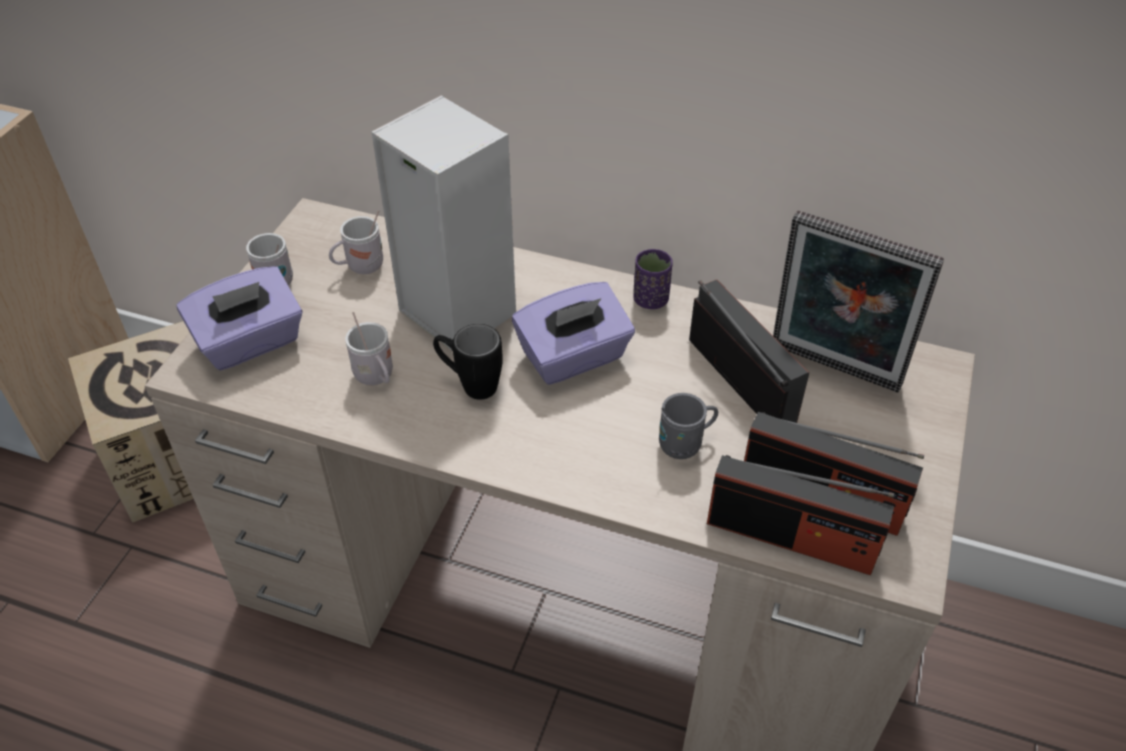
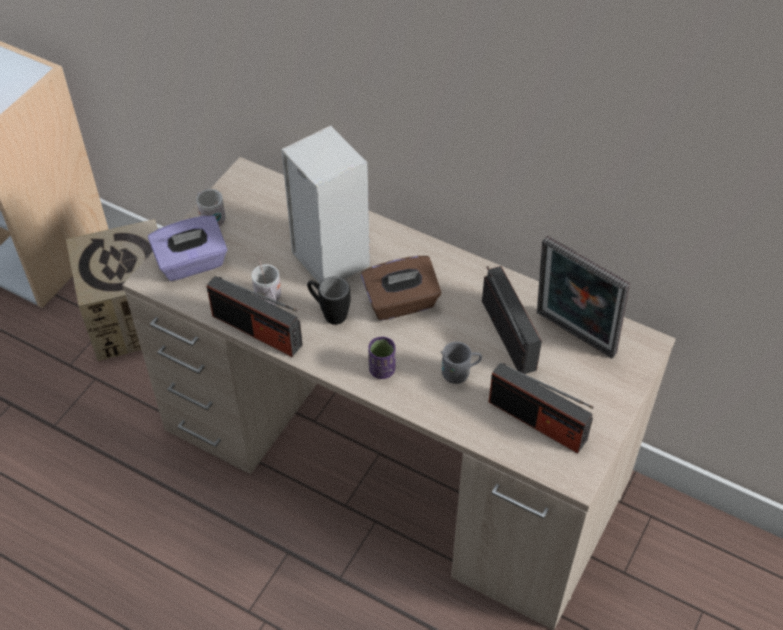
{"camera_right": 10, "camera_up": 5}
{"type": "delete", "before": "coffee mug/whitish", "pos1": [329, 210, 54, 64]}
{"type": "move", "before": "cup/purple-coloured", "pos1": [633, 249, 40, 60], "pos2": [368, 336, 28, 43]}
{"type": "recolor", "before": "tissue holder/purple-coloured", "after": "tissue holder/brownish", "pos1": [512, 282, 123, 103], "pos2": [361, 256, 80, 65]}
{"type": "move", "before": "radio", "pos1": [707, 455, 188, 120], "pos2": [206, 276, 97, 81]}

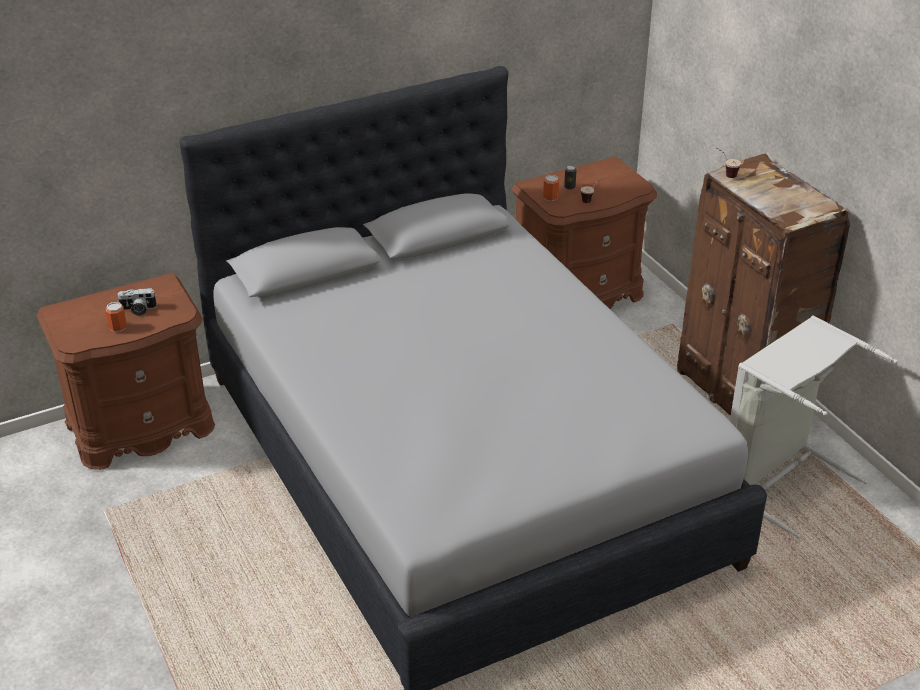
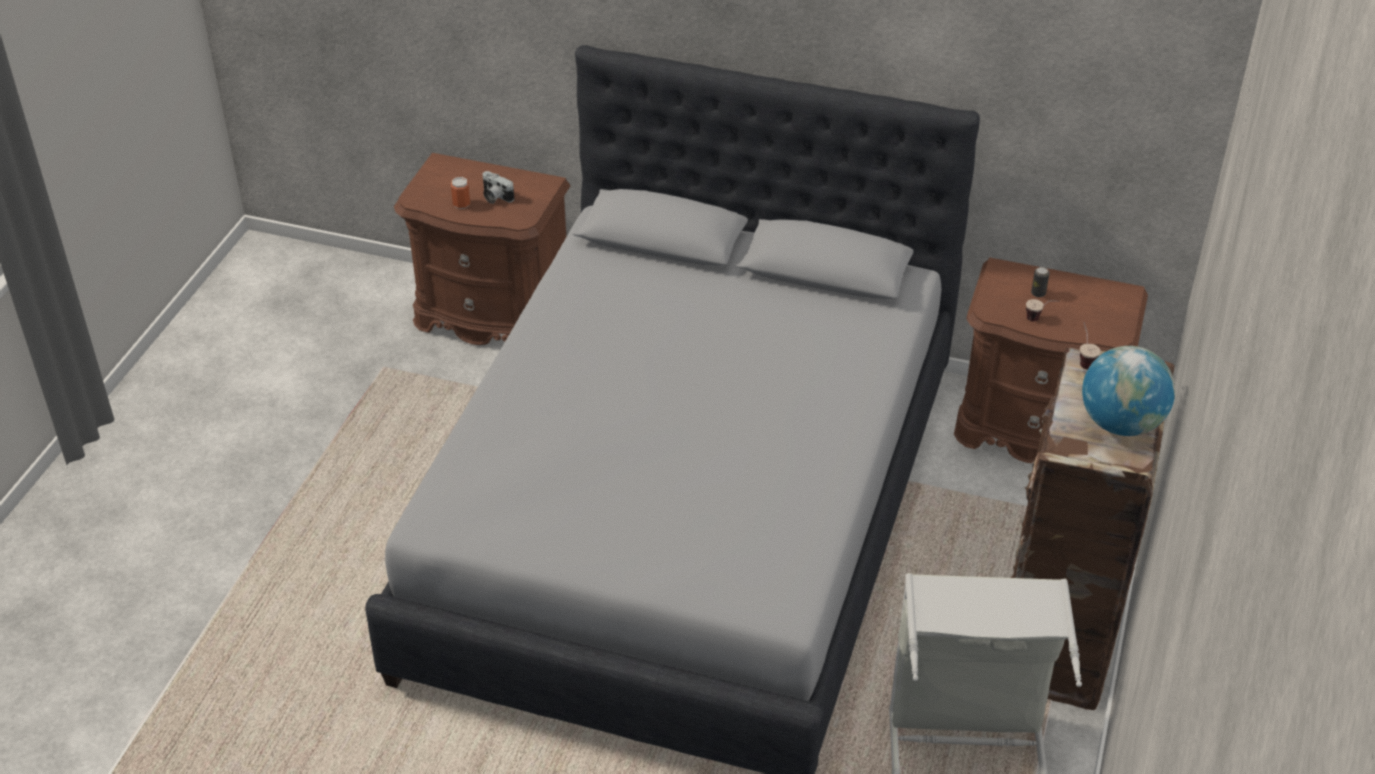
{"camera_right": 45, "camera_up": 5}
{"type": "delete", "before": "sealed can", "pos1": [543, 175, 16, 26]}
{"type": "insert", "after": "world globe", "pos2": [1082, 346, 93, 90]}

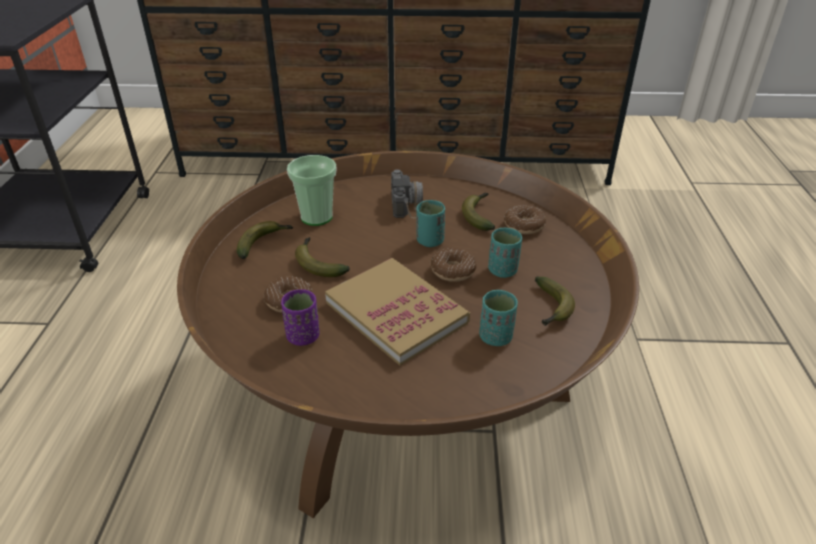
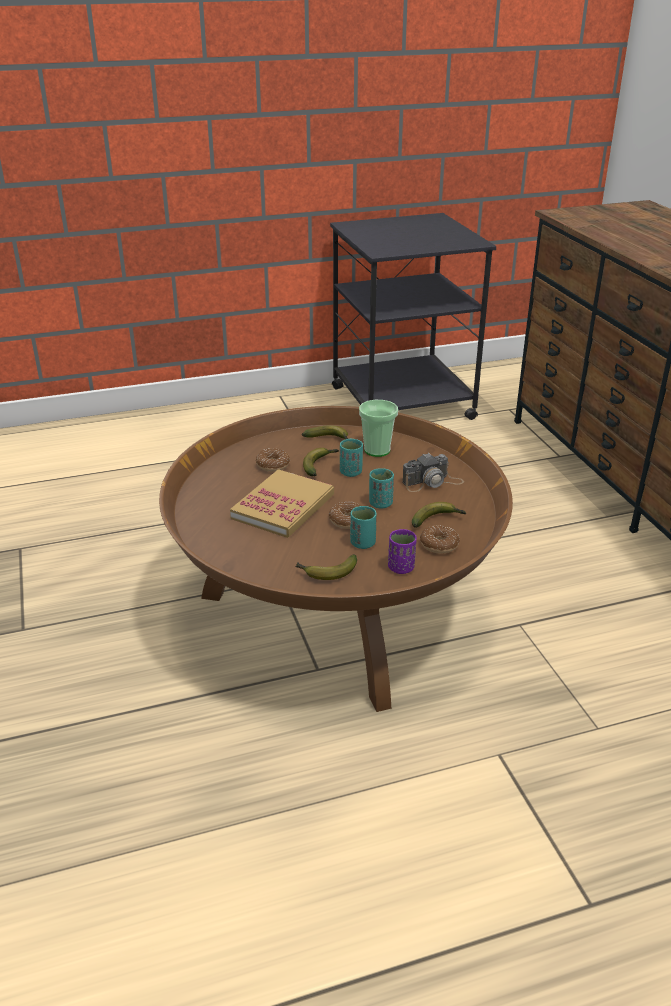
{"camera_right": 70, "camera_up": -5}
{"type": "move", "before": "cup/purple-coloured", "pos1": [281, 289, 39, 57], "pos2": [388, 529, 29, 45]}
{"type": "move", "before": "cup/turquoise", "pos1": [479, 290, 39, 56], "pos2": [340, 438, 23, 39]}

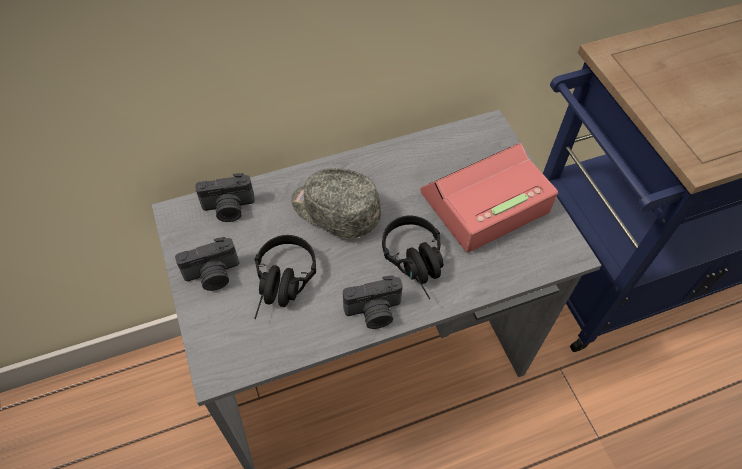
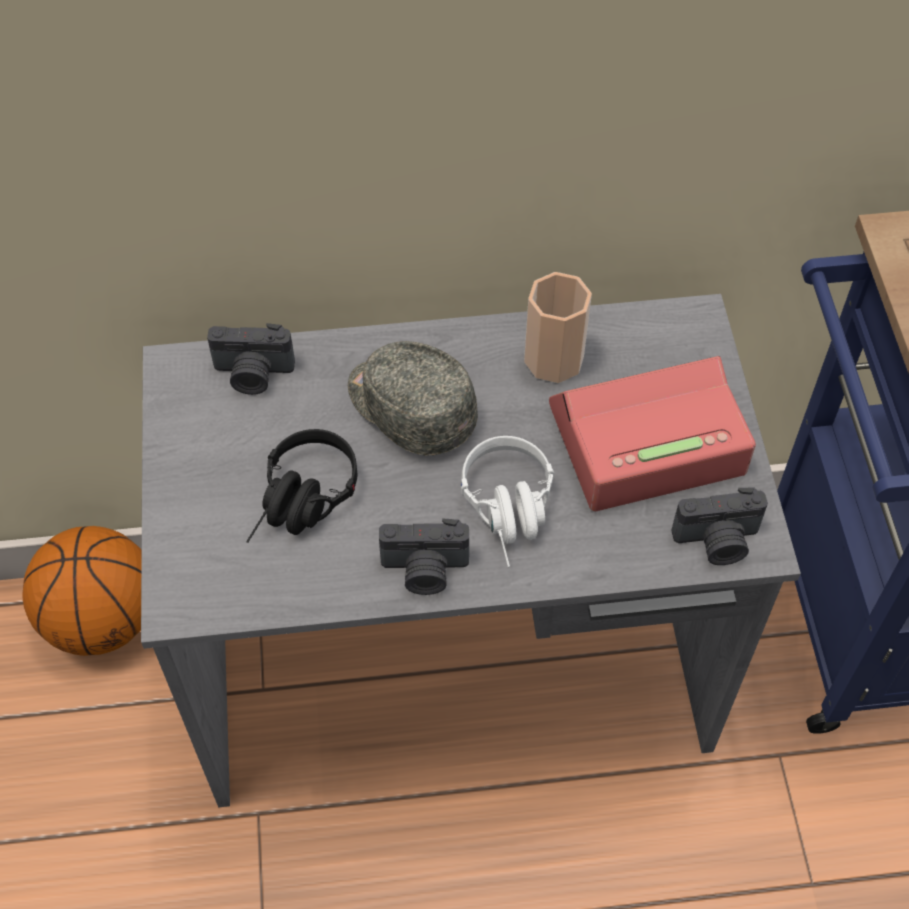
{"camera_right": 15, "camera_up": 0}
{"type": "recolor", "before": "pair of headphones/black-coloured", "after": "pair of headphones/whitish", "pos1": [382, 216, 62, 84], "pos2": [461, 436, 93, 132]}
{"type": "move", "before": "still camera", "pos1": [175, 237, 64, 54], "pos2": [671, 488, 97, 77]}
{"type": "insert", "after": "cup", "pos2": [524, 272, 68, 111]}
{"type": "insert", "after": "basketball ball", "pos2": [22, 526, 120, 130]}

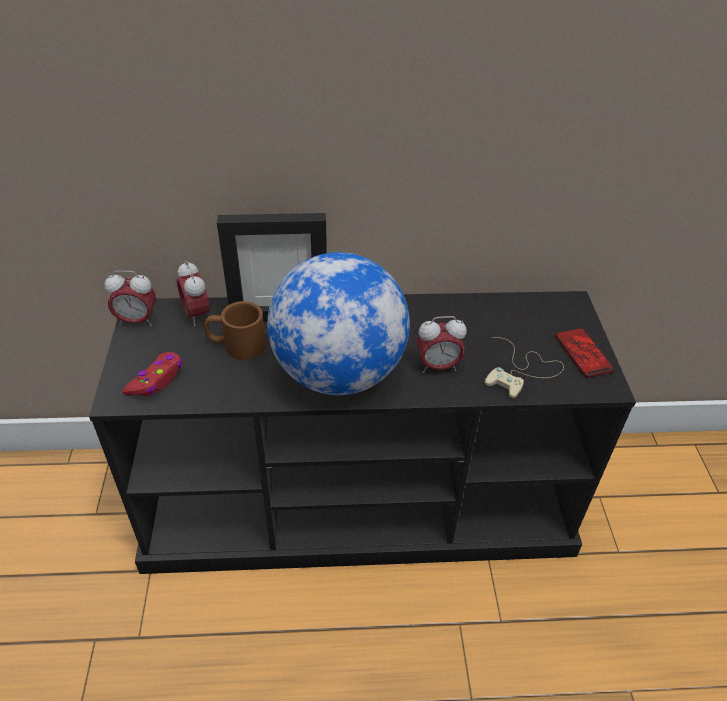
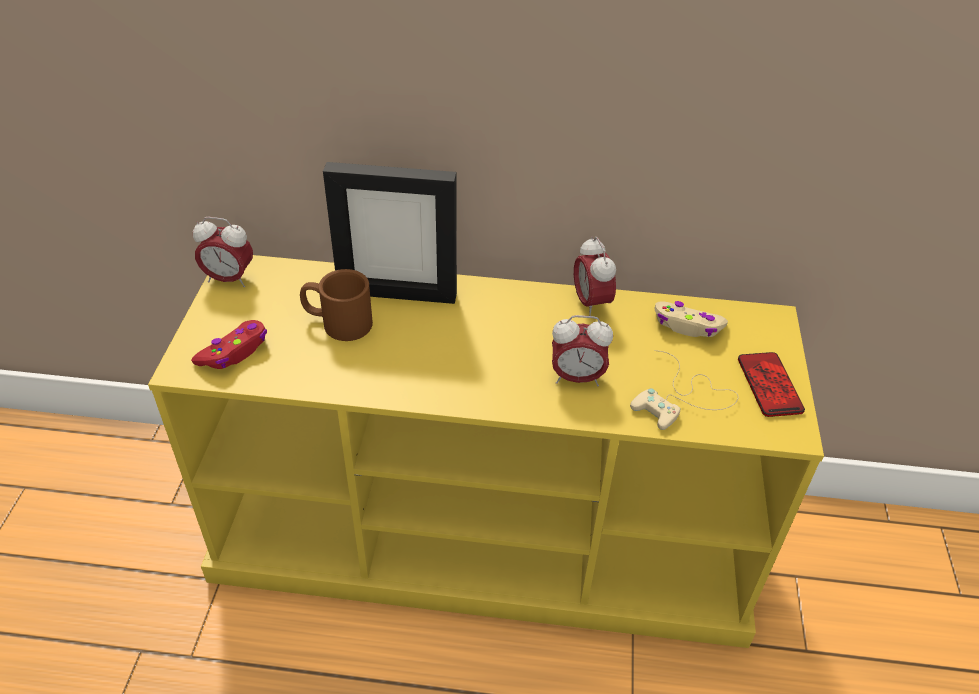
{"camera_right": 10, "camera_up": 0}
{"type": "delete", "before": "world globe", "pos1": [267, 252, 143, 143]}
{"type": "move", "before": "table clock", "pos1": [177, 261, 33, 65], "pos2": [574, 236, 42, 80]}
{"type": "recolor", "before": "tv unit/black-coloured", "after": "tv unit/yellow", "pos1": [89, 291, 547, 283], "pos2": [148, 255, 676, 393]}
{"type": "insert", "after": "joypad/beige-coloured", "pos2": [655, 301, 73, 36]}

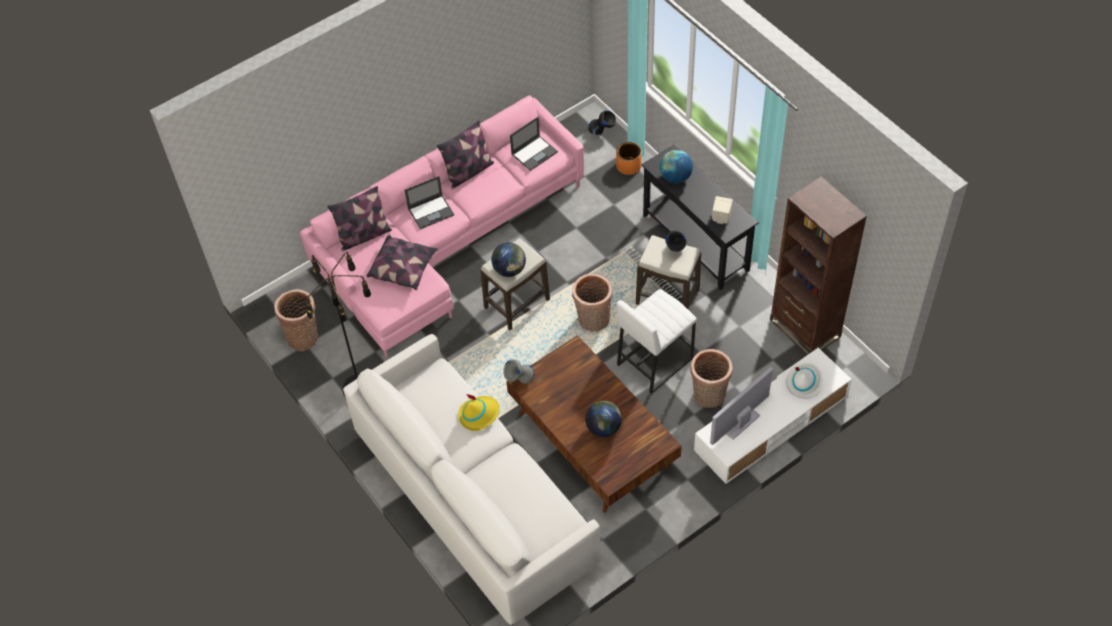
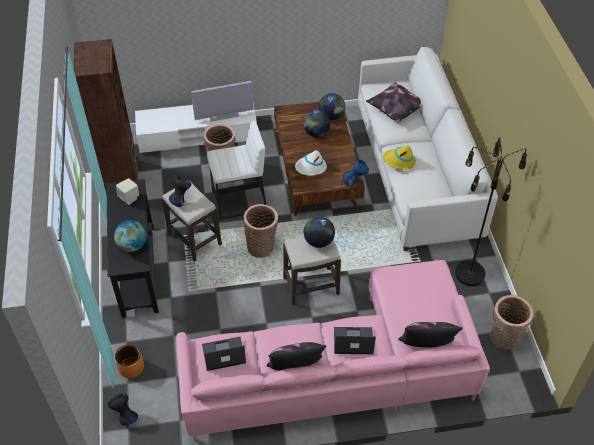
{"camera_right": -155, "camera_up": -5}
{"type": "move", "before": "cushion", "pos1": [367, 234, 71, 56], "pos2": [366, 82, 55, 41]}
{"type": "recolor", "before": "decorative vase/greyish", "after": "decorative vase/bluish", "pos1": [503, 360, 31, 24], "pos2": [343, 160, 26, 25]}
{"type": "move", "before": "clothing hat/whitish", "pos1": [785, 362, 38, 37], "pos2": [295, 150, 32, 26]}
{"type": "insert", "after": "world globe", "pos2": [319, 93, 26, 27]}

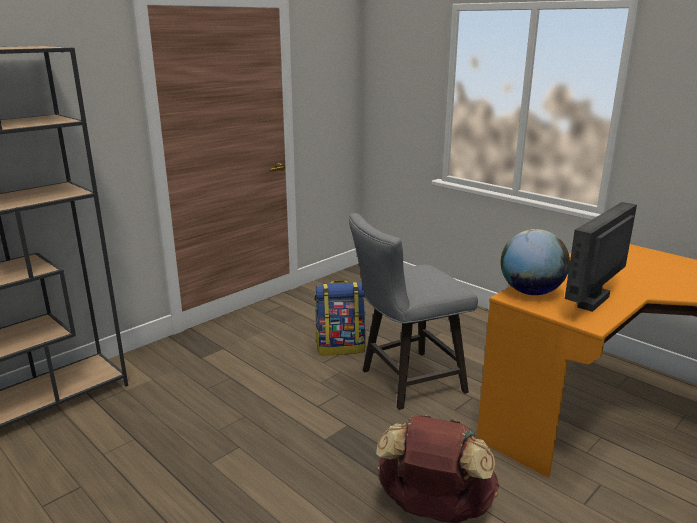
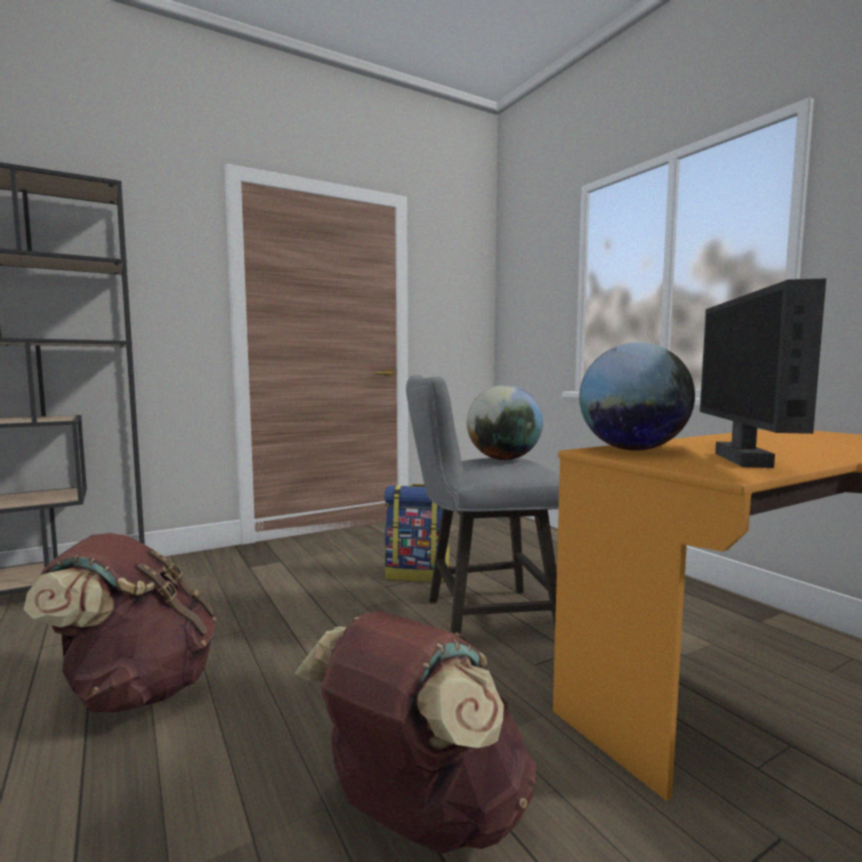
{"camera_right": 15, "camera_up": -15}
{"type": "rotate", "before": "computer screen", "pos1": [565, 202, 72, 110], "pos2": [700, 278, 126, 190], "turn": -45}
{"type": "insert", "after": "world globe", "pos2": [467, 385, 76, 75]}
{"type": "insert", "after": "knapsack/brownish", "pos2": [24, 533, 193, 180]}

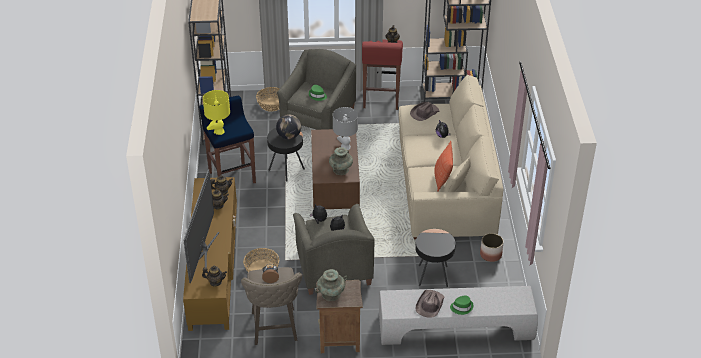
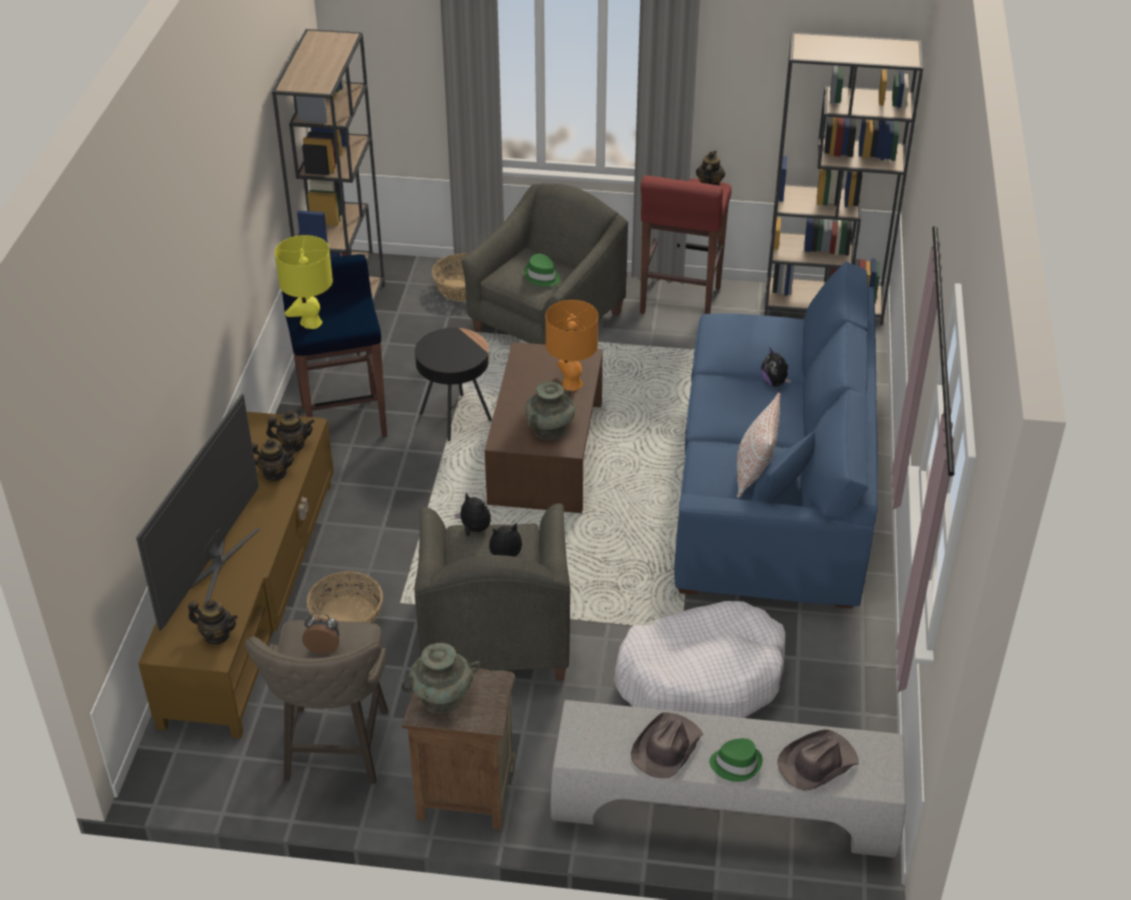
{"camera_right": 10, "camera_up": 0}
{"type": "recolor", "before": "sofa/beige-coloured", "after": "sofa/bluish", "pos1": [399, 75, 104, 164], "pos2": [674, 262, 204, 346]}
{"type": "move", "before": "clothing hat/brownish", "pos1": [410, 102, 30, 19], "pos2": [777, 729, 82, 62]}
{"type": "recolor", "before": "lamp for a table/greyish", "after": "lamp for a table/orange", "pos1": [333, 107, 25, 43], "pos2": [545, 300, 53, 91]}
{"type": "delete", "before": "world globe", "pos1": [276, 114, 25, 26]}
{"type": "recolor", "before": "cushion/orange", "after": "cushion/whitish", "pos1": [434, 141, 19, 51], "pos2": [737, 393, 43, 105]}
{"type": "replace", "before": "accent table/black-coloured", "after": "dog cushion/whitish", "pos1": [415, 229, 41, 58], "pos2": [614, 601, 171, 117]}
{"type": "delete", "before": "plant pot", "pos1": [480, 233, 24, 29]}

